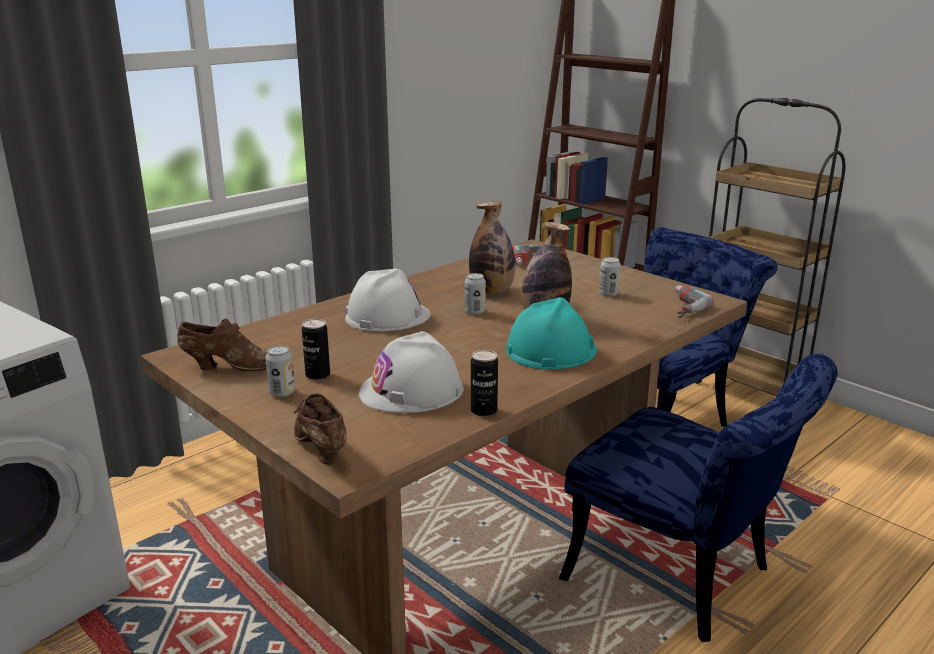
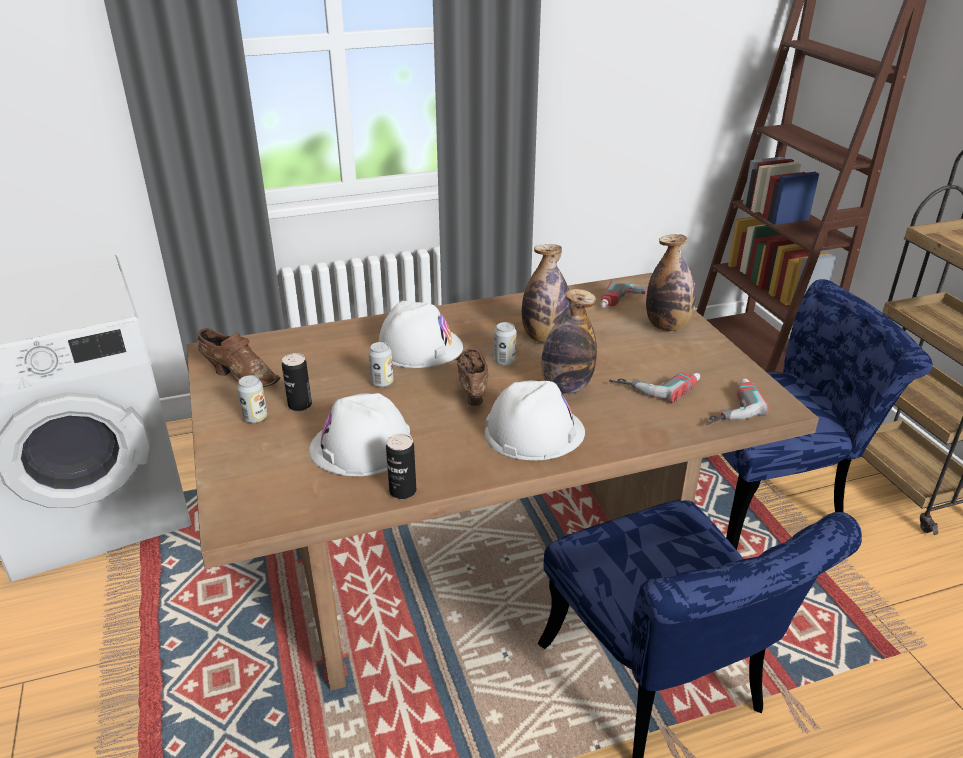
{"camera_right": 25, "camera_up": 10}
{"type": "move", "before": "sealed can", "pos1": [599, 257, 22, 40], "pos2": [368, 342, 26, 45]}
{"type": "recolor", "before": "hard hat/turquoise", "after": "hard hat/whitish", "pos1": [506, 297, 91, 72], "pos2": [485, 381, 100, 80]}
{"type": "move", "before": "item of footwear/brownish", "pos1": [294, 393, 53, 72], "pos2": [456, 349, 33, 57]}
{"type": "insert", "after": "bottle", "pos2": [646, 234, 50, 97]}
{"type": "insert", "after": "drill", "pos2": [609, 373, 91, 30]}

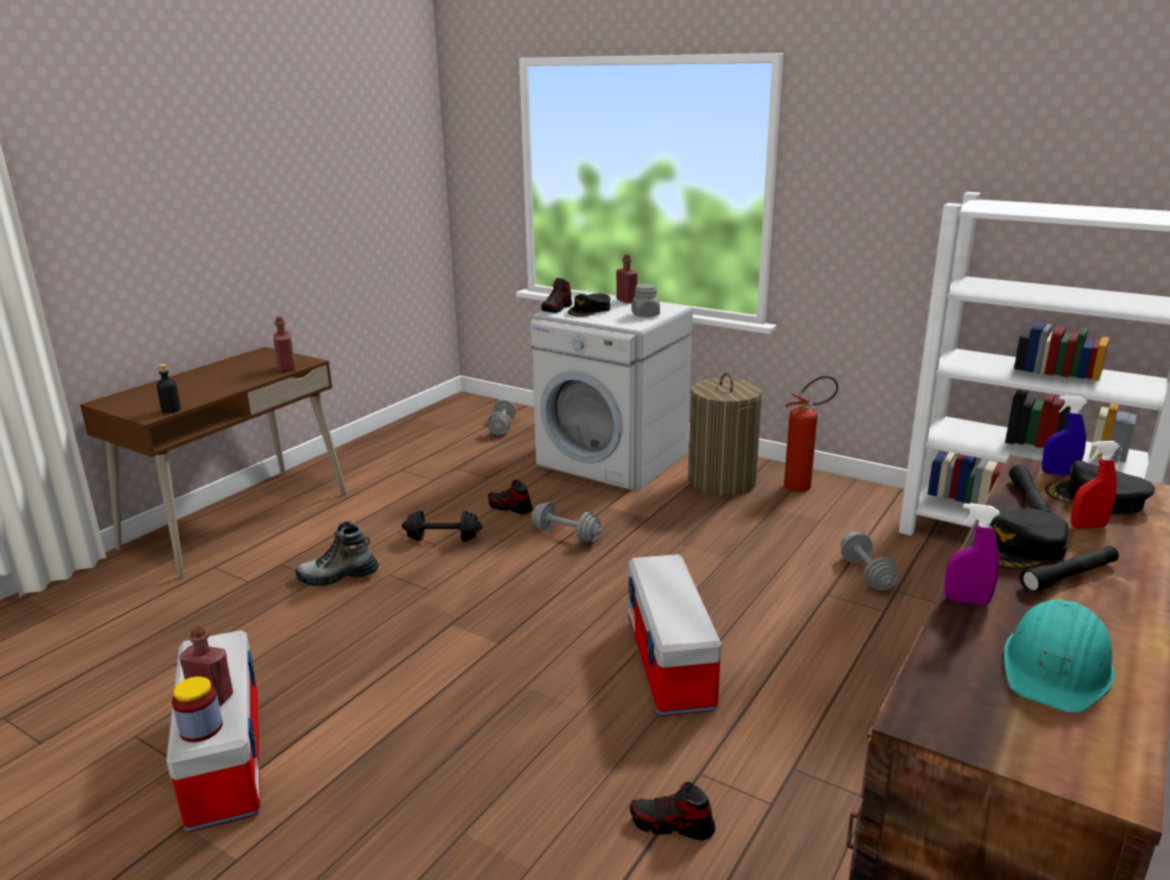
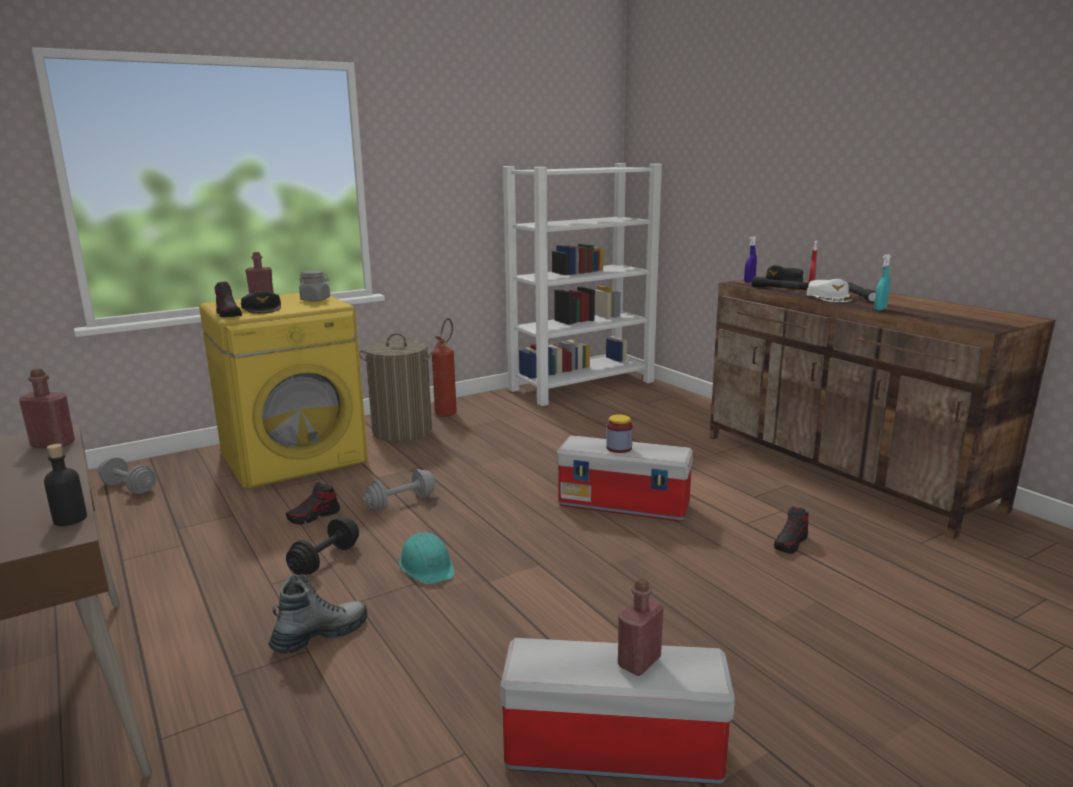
{"camera_right": -65, "camera_up": -5}
{"type": "recolor", "before": "washing machine/whitish", "after": "washing machine/yellow", "pos1": [531, 292, 162, 199], "pos2": [199, 293, 169, 196]}
{"type": "recolor", "before": "spray bottle/purple-coloured", "after": "spray bottle/turquoise", "pos1": [945, 503, 55, 102], "pos2": [874, 254, 17, 57]}
{"type": "recolor", "before": "baseball cap/black-coloured", "after": "baseball cap/whitish", "pos1": [971, 508, 97, 61], "pos2": [807, 279, 46, 23]}
{"type": "rotate", "before": "boot", "pos1": [296, 521, 83, 65], "pos2": [268, 574, 99, 80], "turn": -150}
{"type": "delete", "before": "dumbbell/greyish", "pos1": [840, 532, 58, 58]}
{"type": "move", "before": "hard hat/turquoise", "pos1": [1004, 599, 111, 114], "pos2": [399, 532, 56, 52]}
{"type": "move", "before": "storage jar", "pos1": [172, 676, 51, 66], "pos2": [606, 414, 27, 39]}

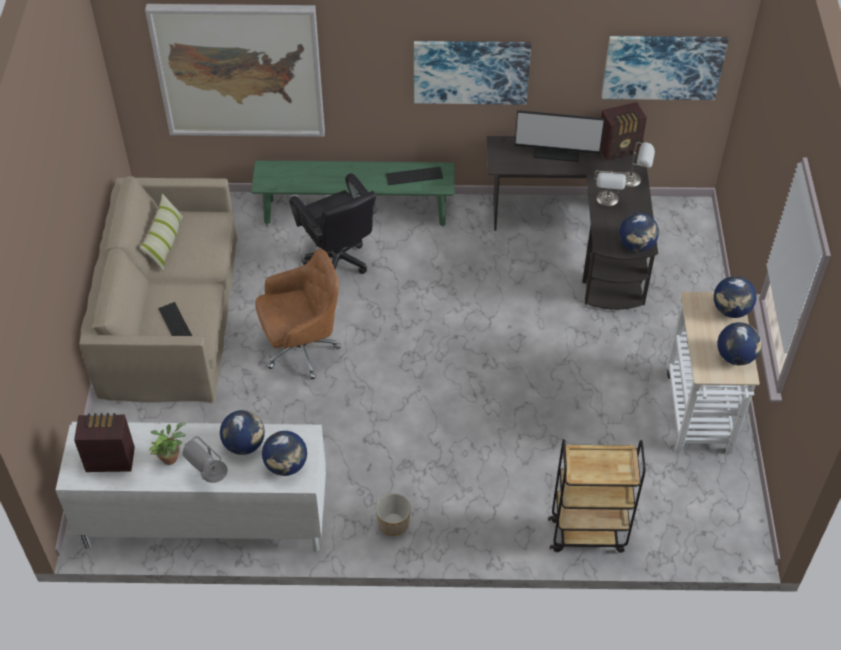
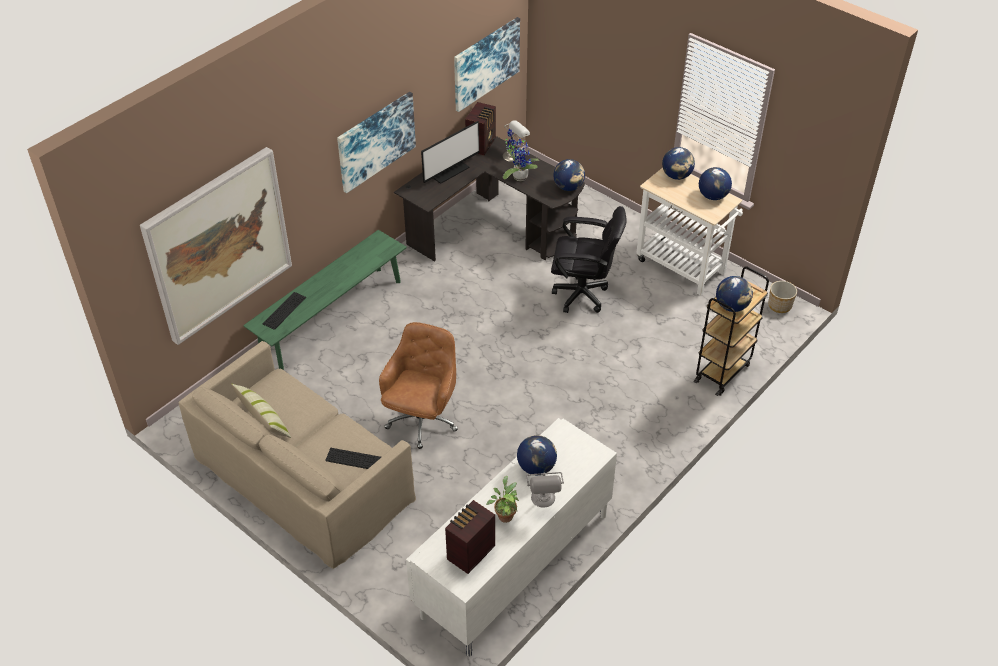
{"camera_right": -50, "camera_up": -5}
{"type": "move", "before": "computer keyboard", "pos1": [386, 167, 57, 18], "pos2": [263, 292, 43, 38]}
{"type": "replace", "before": "lamp for a table/whitish", "after": "plant in a pot", "pos1": [594, 170, 34, 36], "pos2": [503, 129, 37, 52]}
{"type": "move", "before": "computer chair/black-coloured", "pos1": [290, 173, 87, 101], "pos2": [551, 206, 75, 107]}
{"type": "move", "before": "world globe", "pos1": [262, 431, 45, 45], "pos2": [716, 276, 37, 36]}
{"type": "move", "before": "plant pot", "pos1": [376, 493, 35, 43], "pos2": [768, 281, 29, 32]}

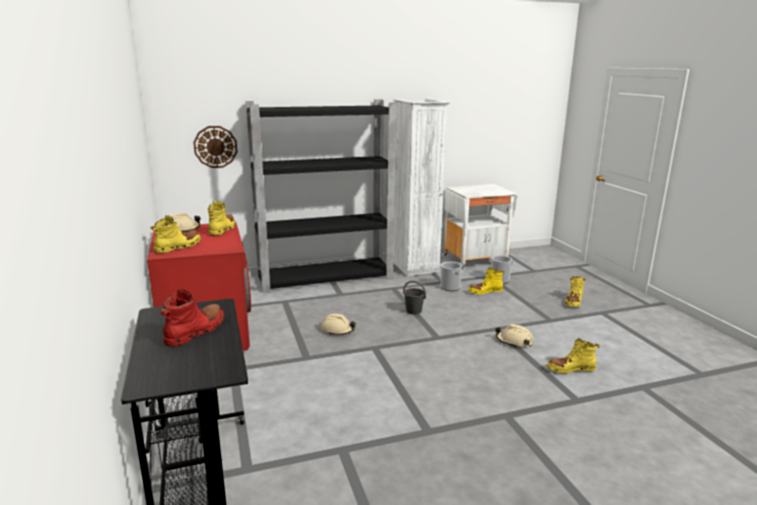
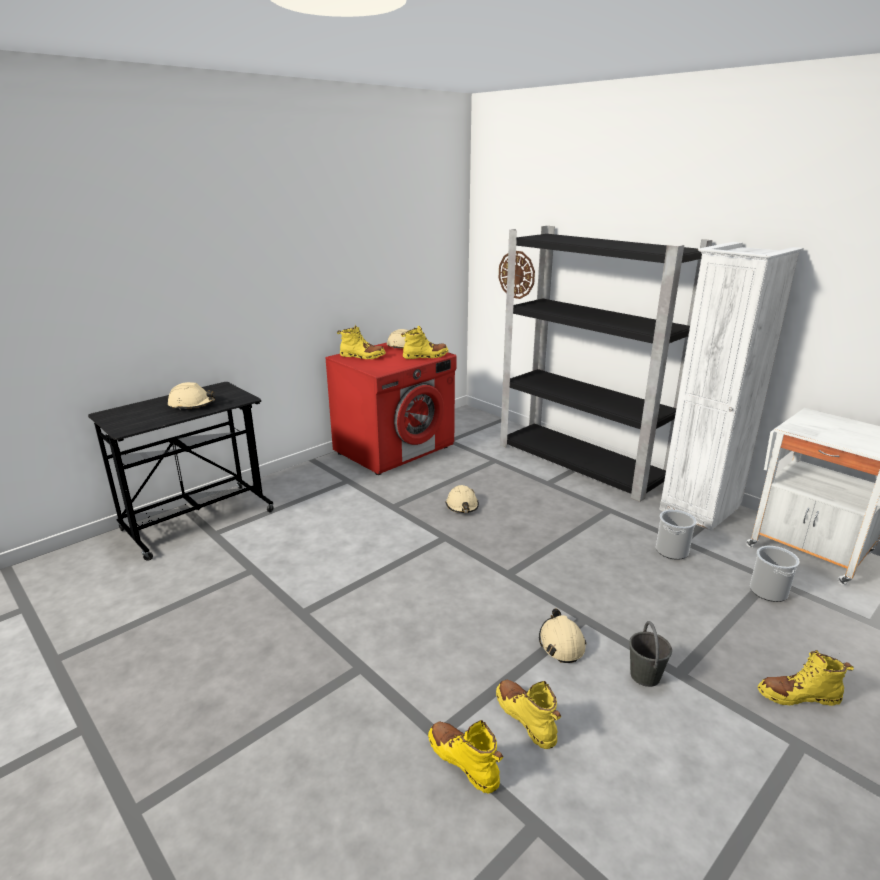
{"camera_right": 65, "camera_up": 5}
{"type": "move", "before": "boot/yellow", "pos1": [468, 267, 37, 28], "pos2": [428, 720, 75, 73]}
{"type": "move", "before": "pail/greyish", "pos1": [403, 281, 23, 33], "pos2": [629, 621, 43, 66]}
{"type": "replace", "before": "boot/reddish", "after": "hard hat/beige-coloured", "pos1": [160, 289, 64, 58], "pos2": [168, 382, 47, 28]}

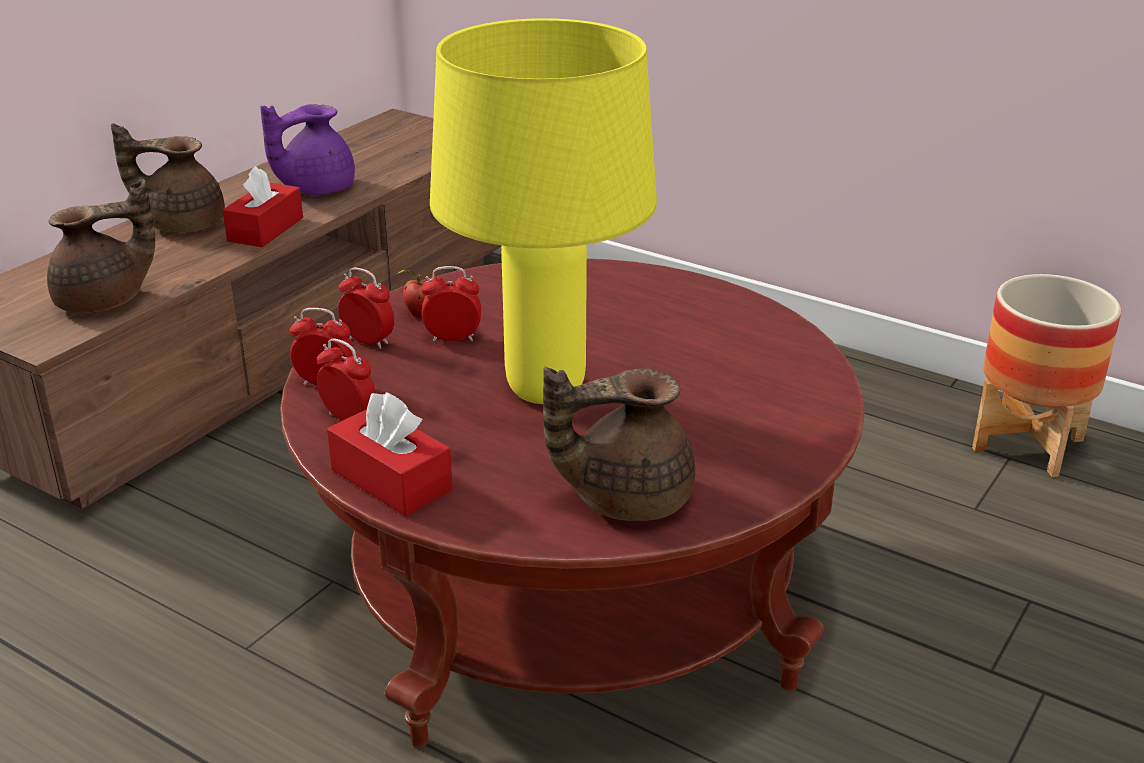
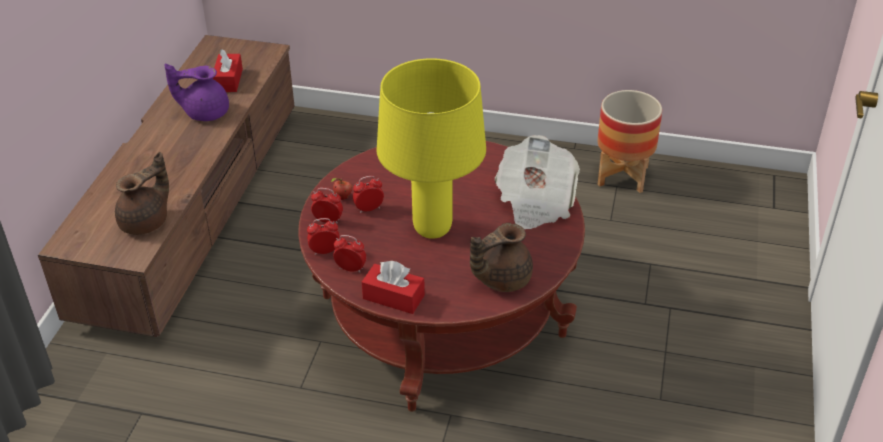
{"camera_right": -20, "camera_up": 10}
{"type": "rotate", "before": "tea pot/purple-coloured", "pos1": [260, 104, 95, 91], "pos2": [164, 64, 65, 57], "turn": 60}
{"type": "delete", "before": "tea pot/brownish", "pos1": [111, 123, 114, 110]}
{"type": "move", "before": "tissue holder/reddish", "pos1": [223, 166, 80, 81], "pos2": [212, 49, 31, 43]}
{"type": "insert", "after": "daily paper", "pos2": [495, 135, 85, 94]}

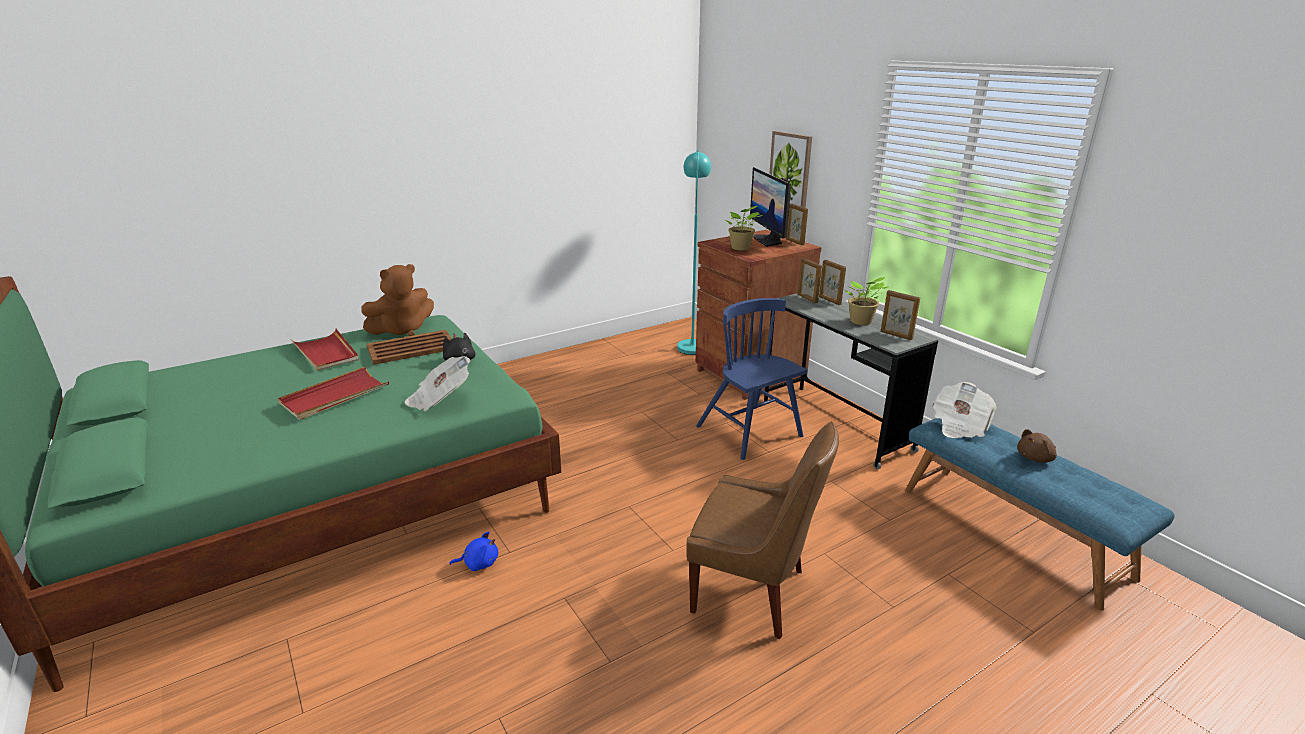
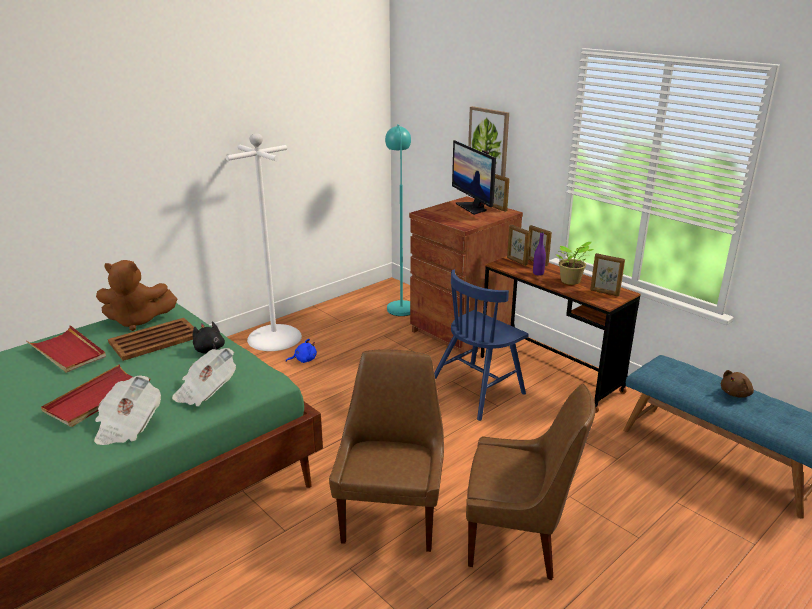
{"camera_right": -10, "camera_up": 0}
{"type": "delete", "before": "plant in a pot", "pos1": [725, 206, 38, 44]}
{"type": "rotate", "before": "cuddly toy/brownish", "pos1": [361, 264, 73, 72], "pos2": [96, 260, 81, 71], "turn": 45}
{"type": "recolor", "before": "desk unit/greyish", "after": "desk unit/brownish", "pos1": [764, 293, 174, 176], "pos2": [481, 256, 159, 157]}
{"type": "rotate", "before": "chair/bluish", "pos1": [696, 298, 112, 162], "pos2": [434, 269, 95, 152], "turn": -90}
{"type": "move", "before": "daily paper", "pos1": [932, 382, 65, 56], "pos2": [94, 376, 67, 69]}
{"type": "move", "before": "cuddly toy/bluish", "pos1": [449, 532, 49, 39], "pos2": [286, 339, 31, 24]}
{"type": "insert", "after": "garment rack/whitish", "pos2": [226, 133, 76, 218]}
{"type": "insert", "after": "bottle/purple-coloured", "pos2": [533, 231, 13, 45]}
{"type": "insert", "after": "chair/brownish", "pos2": [329, 349, 115, 203]}

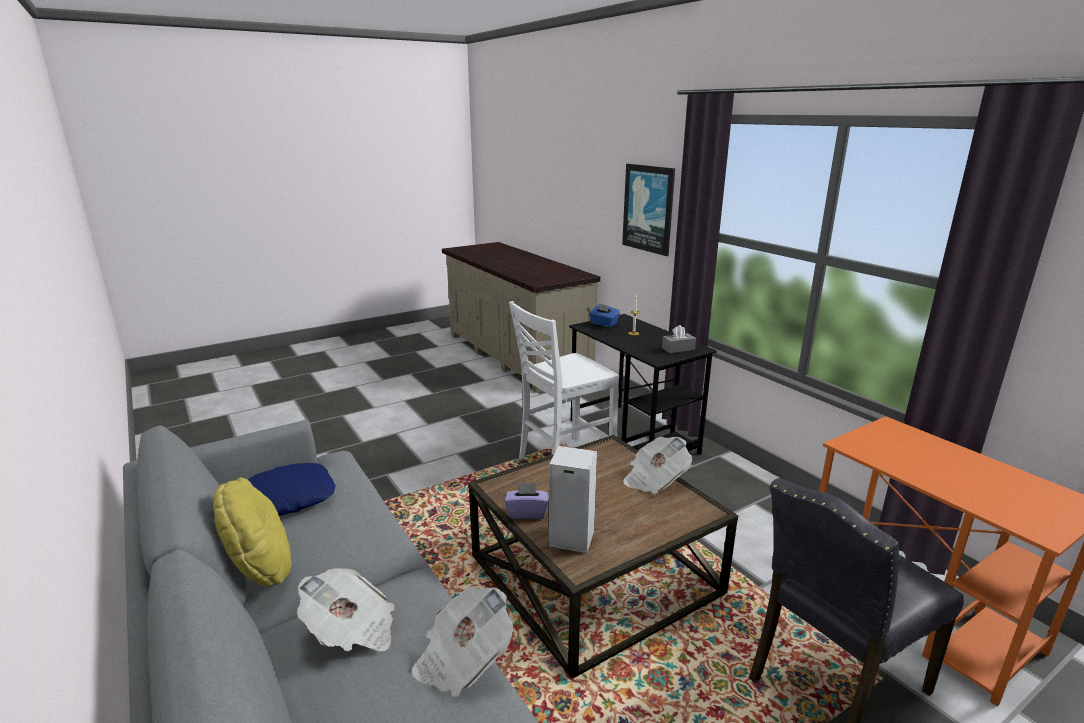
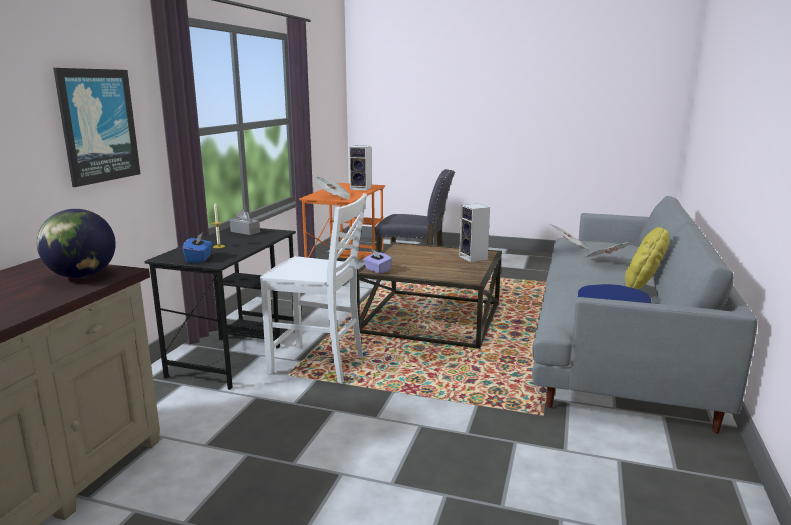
{"camera_right": -130, "camera_up": -5}
{"type": "move", "before": "daily paper", "pos1": [623, 437, 69, 57], "pos2": [316, 177, 34, 23]}
{"type": "move", "before": "tissue holder/purple-coloured", "pos1": [505, 482, 44, 37], "pos2": [363, 250, 29, 24]}
{"type": "insert", "after": "loudspeaker", "pos2": [349, 146, 22, 45]}
{"type": "insert", "after": "world globe", "pos2": [36, 209, 80, 69]}

